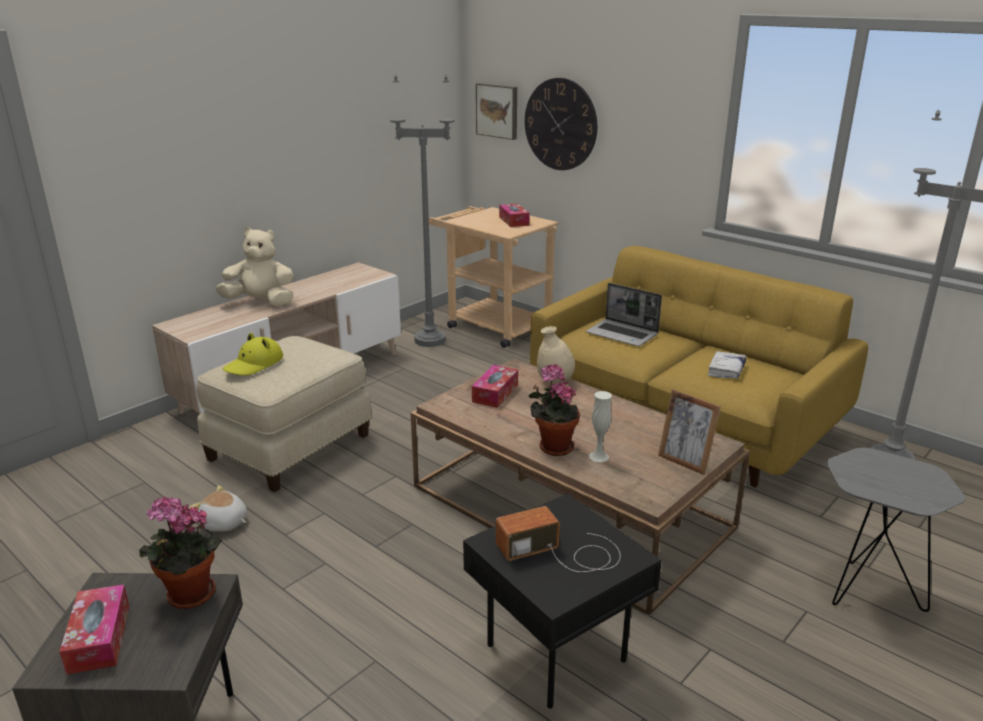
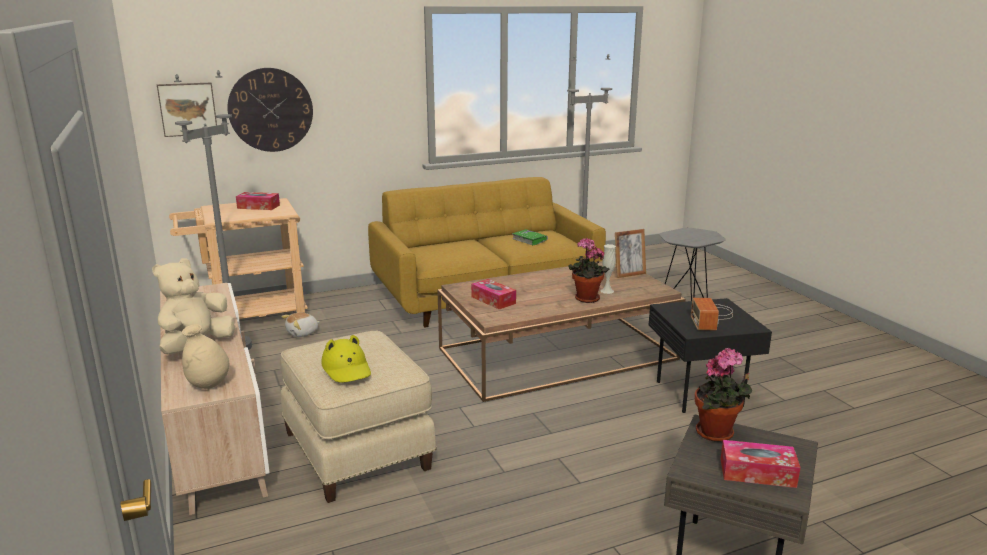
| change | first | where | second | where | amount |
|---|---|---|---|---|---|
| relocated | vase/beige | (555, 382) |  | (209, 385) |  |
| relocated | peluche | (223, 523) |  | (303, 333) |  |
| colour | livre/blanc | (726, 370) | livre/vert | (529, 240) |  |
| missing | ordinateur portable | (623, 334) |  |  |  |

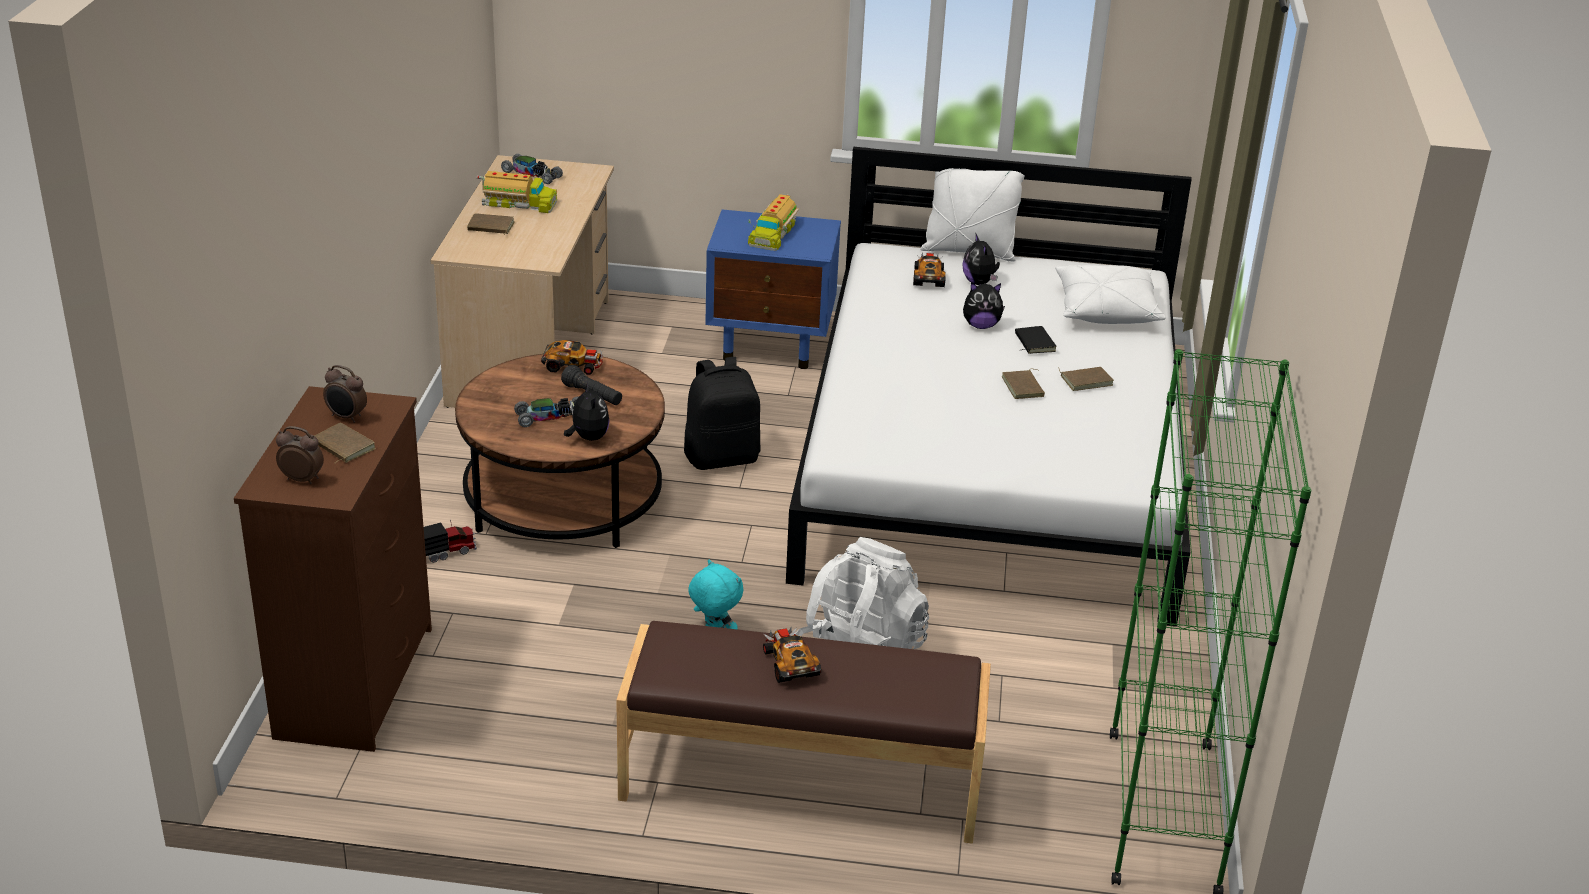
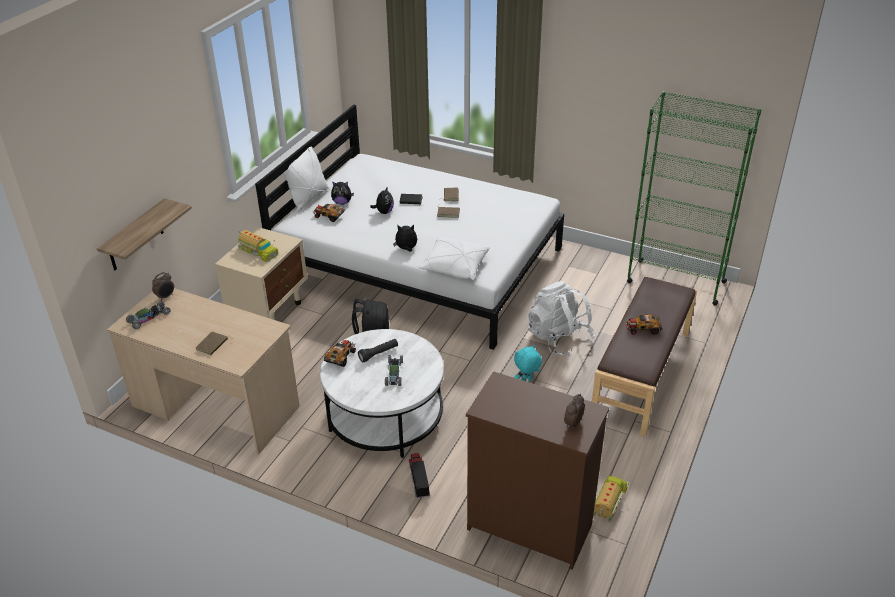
| change | first | where | second | where | amount |
|---|---|---|---|---|---|
| appeared |  |  | étagère | (135, 236) |  |
| relocated | réveil | (346, 417) |  | (166, 297) |  |
| colour | table de chevet/bleu | (772, 345) | table de chevet/beige | (269, 309) |  |
| colour | table basse/marron | (563, 499) | table basse/blanc | (385, 416) |  |
| relocated | peluche | (588, 437) |  | (406, 249) |  |
| relocated | coussin/blanc | (1105, 310) |  | (454, 267) |  |
| relocated | camion jouet | (518, 203) |  | (609, 502) |  |
| missing | livre/marron | (342, 447) |  |  |  |

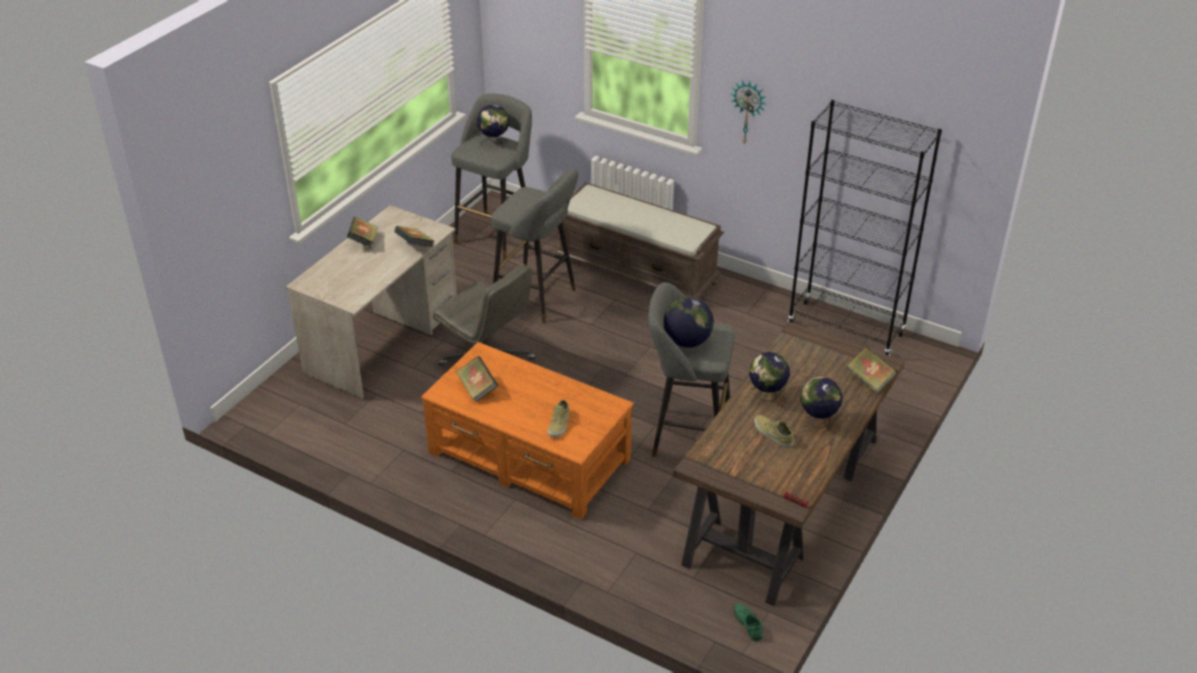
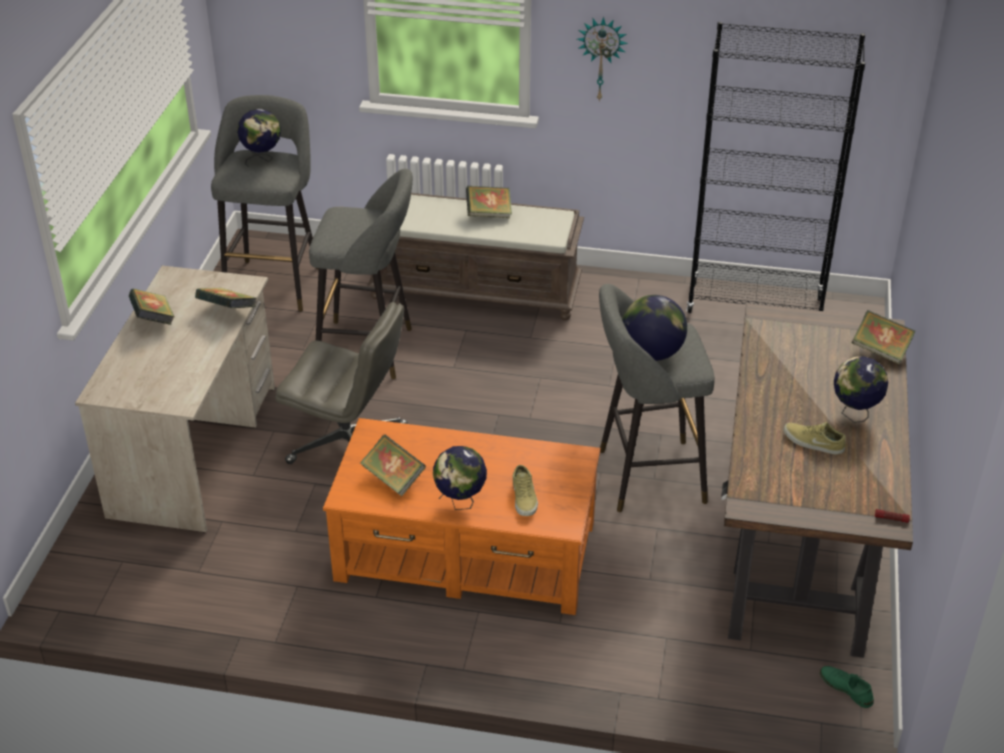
| change | first | where | second | where | amount |
|---|---|---|---|---|---|
| relocated | globe | (766, 396) |  | (460, 503) |  |
| appeared |  |  | livre | (489, 214) |  |

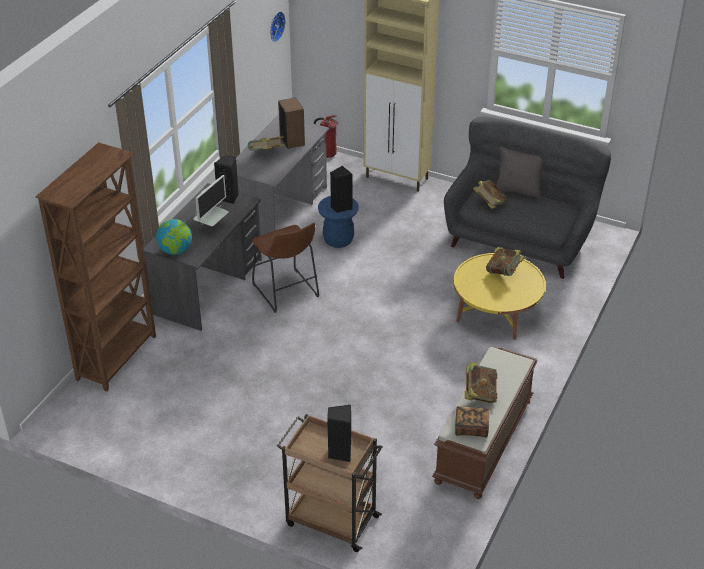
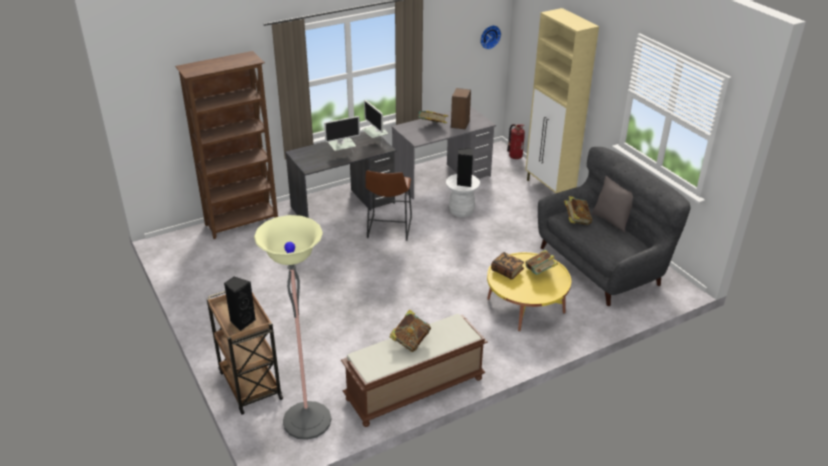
| change | first | where | second | where | amount |
|---|---|---|---|---|---|
| appeared |  |  | lampadaire | (307, 421) |  |
| exchanged | enceinte/noir | (229, 197) | écran d'ordinateur | (376, 142) |  |
| colour | tabouret/bleu | (338, 240) | tabouret/blanc | (461, 211) |  |
| relocated | livre | (471, 428) |  | (507, 271) |  |
| missing | globe | (175, 251) |  |  |  |

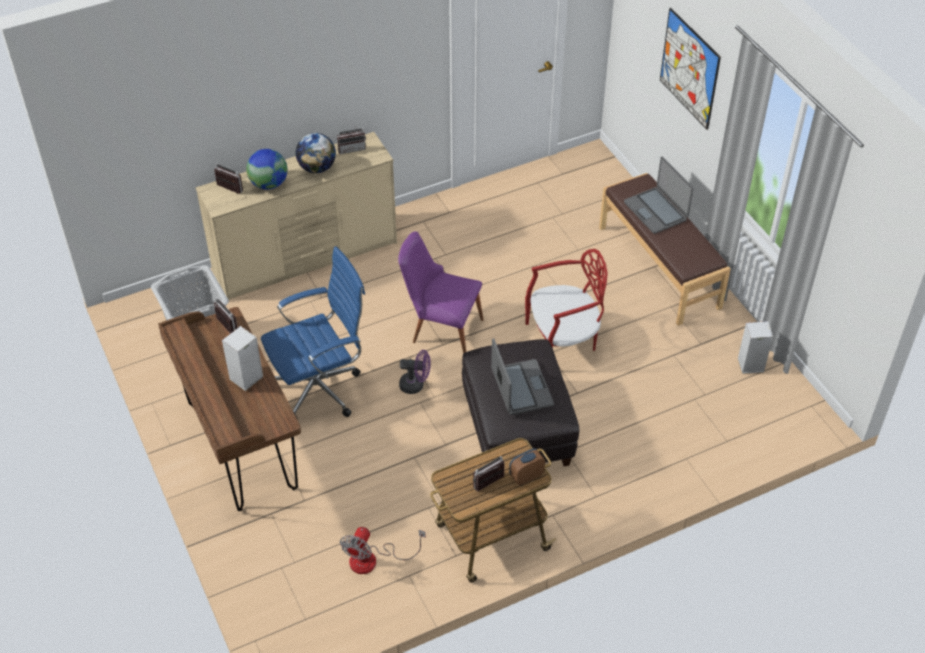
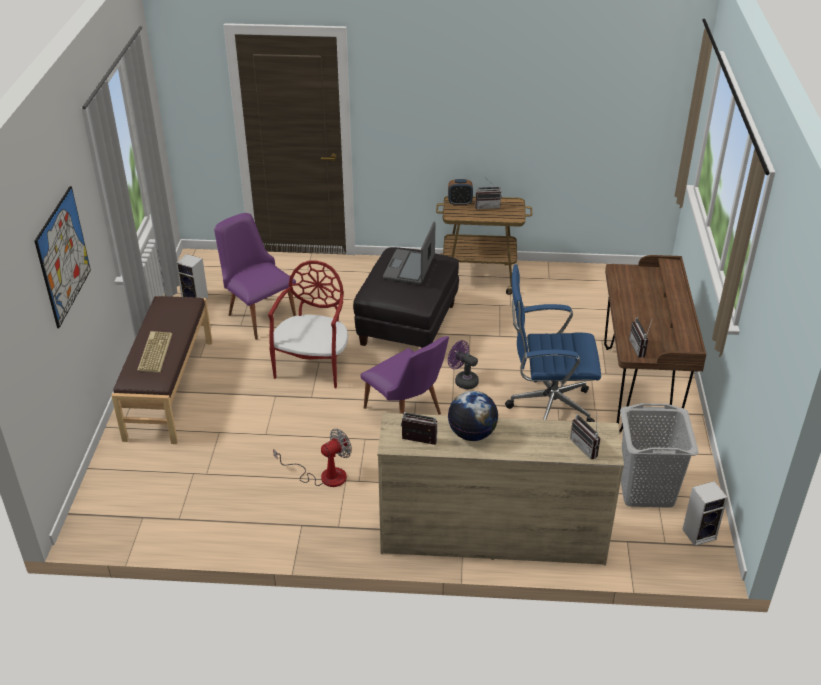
| change | first | where | second | where | amount |
|---|---|---|---|---|---|
| exchanged | ordinateur portable | (656, 211) | clavier | (154, 352) |  |
| appeared |  |  | chaise/violet | (258, 314) |  |
| spun | chaise/rouge | (563, 341) |  | (313, 366) | 90 degrees clockwise |
| relocated | ventilateur | (373, 560) |  | (324, 476) |  |
| relocated | enceinte | (246, 379) |  | (699, 533) |  |
| missing | globe | (269, 184) |  |  |  |

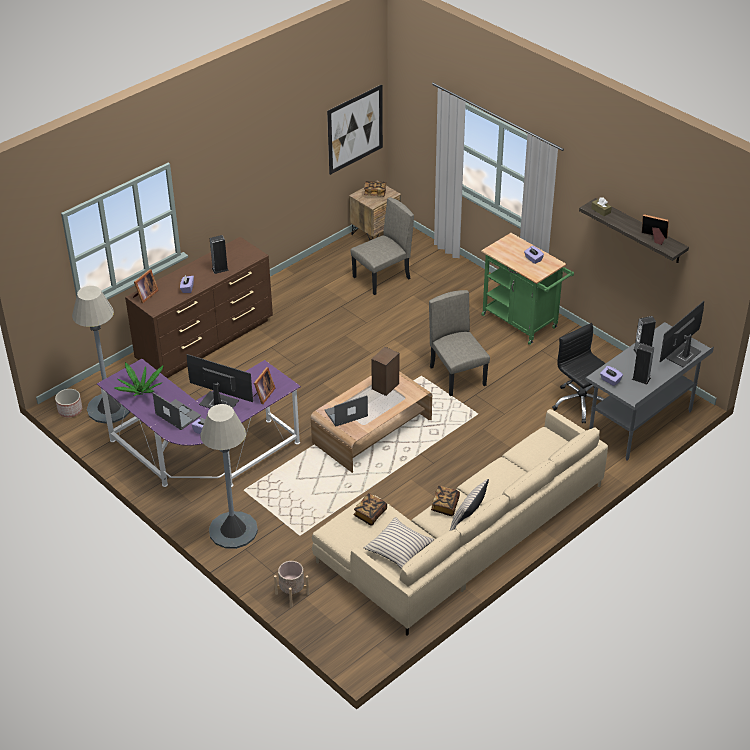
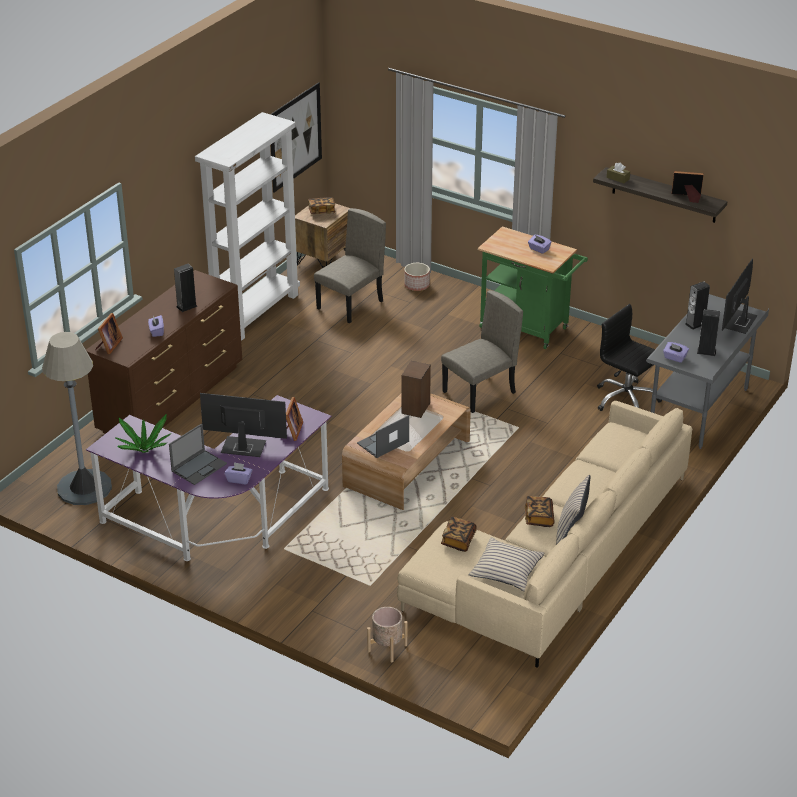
| change | first | where | second | where | amount |
|---|---|---|---|---|---|
| spun | ordinateur portable | (177, 415) |  | (199, 467) | 105 degrees clockwise |
| appeared |  |  | bibliothèque/blanc | (256, 312) |  |
| relocated | cache-pot | (70, 410) |  | (417, 285) |  |
| spun | chaise/beige | (458, 376) |  | (479, 392) | 90 degrees clockwise |
| missing | lampadaire/gris | (233, 530) |  |  |  |

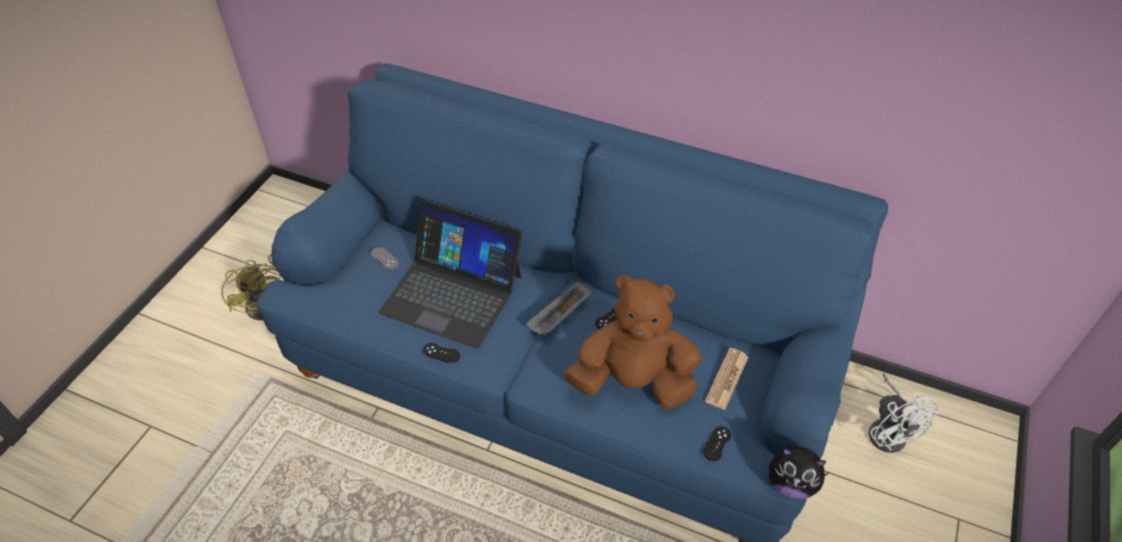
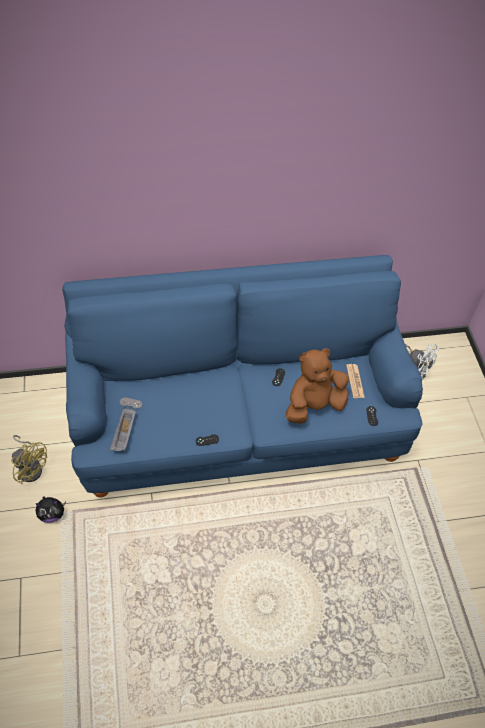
| change | first | where | second | where | amount |
|---|---|---|---|---|---|
| relocated | peluche | (791, 483) |  | (52, 514) |  |
| relocated | plateau/gris | (559, 317) |  | (124, 434) |  |
| missing | ordinateur portable | (452, 293) |  |  |  |

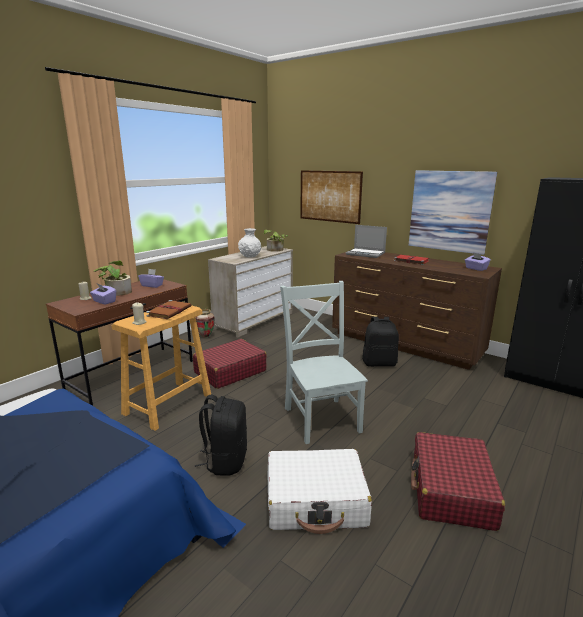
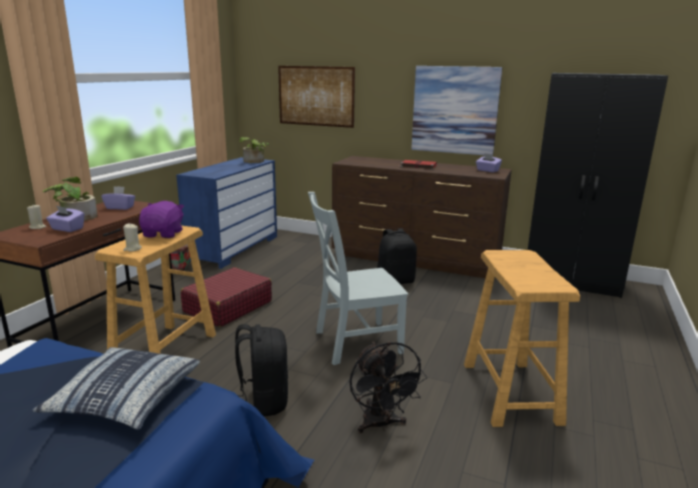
| change | first | where | second | where | amount |
|---|---|---|---|---|---|
| appeared |  |  | coussin | (125, 398) |  |
| exchanged | livre/marron | (170, 311) | peluche/violet | (164, 234) |  |
| colour | commode/beige | (254, 320) | commode/bleu | (233, 248) |  |
| spun | chaise/gris | (321, 417) |  | (354, 342) | 75 degrees counterclockwise |
| exchanged | valise/blanc | (316, 501) | ventilateur/noir | (381, 425) |  |
| exchanged | valise/rouge | (451, 490) | tabouret/beige | (510, 393) |  |
| missing | vase/blanc | (250, 256) |  |  |  |
| missing | ordinateur portable | (366, 254) |  |  |  |

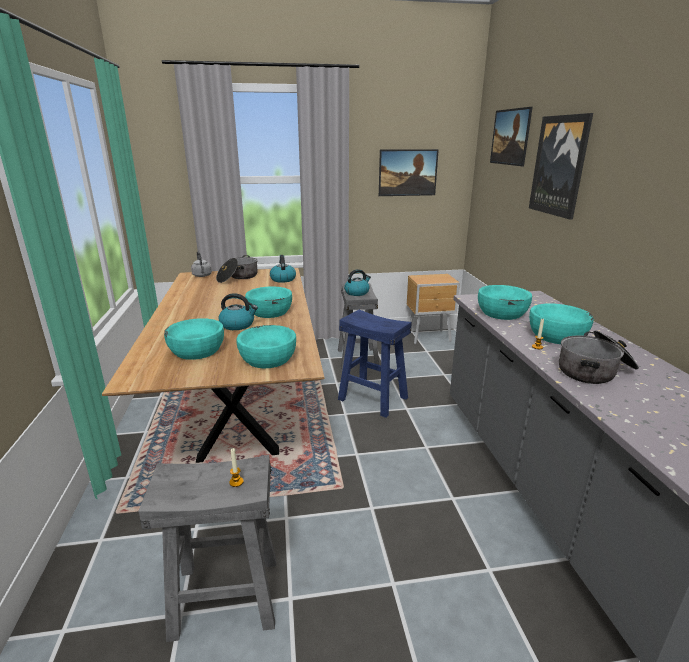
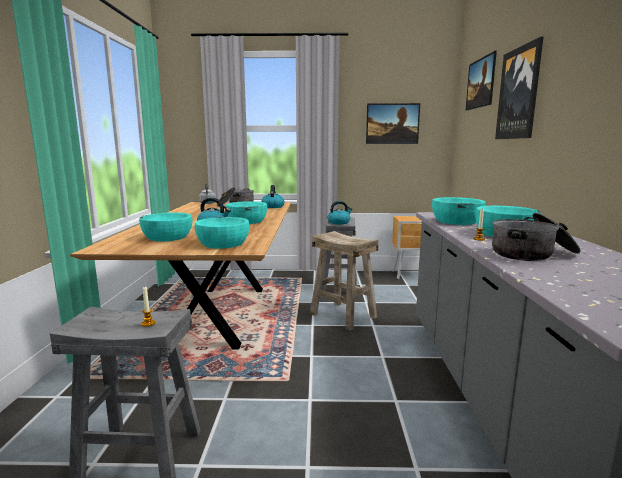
| change | first | where | second | where | amount |
|---|---|---|---|---|---|
| colour | tabouret/bleu | (373, 398) | tabouret/beige | (343, 315) |  |

